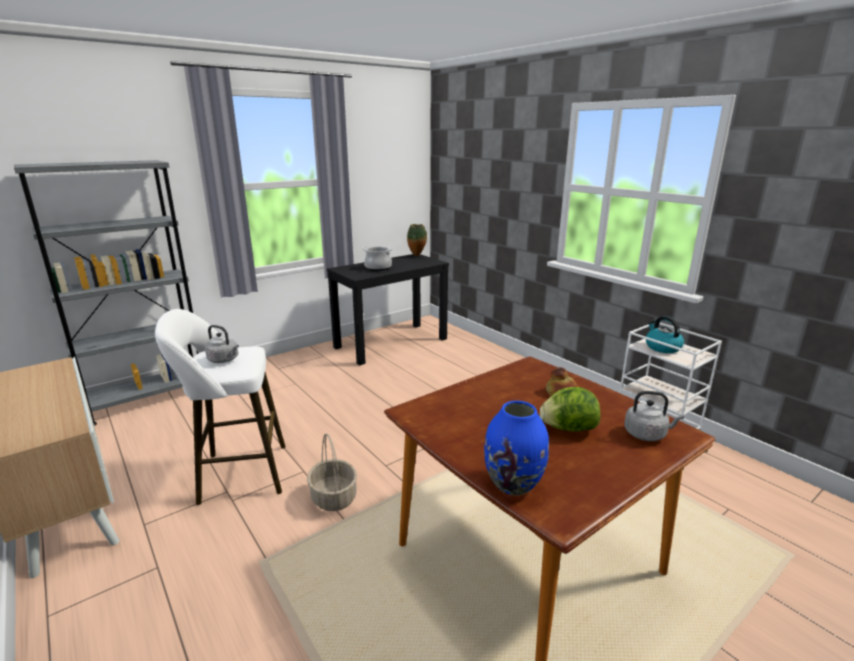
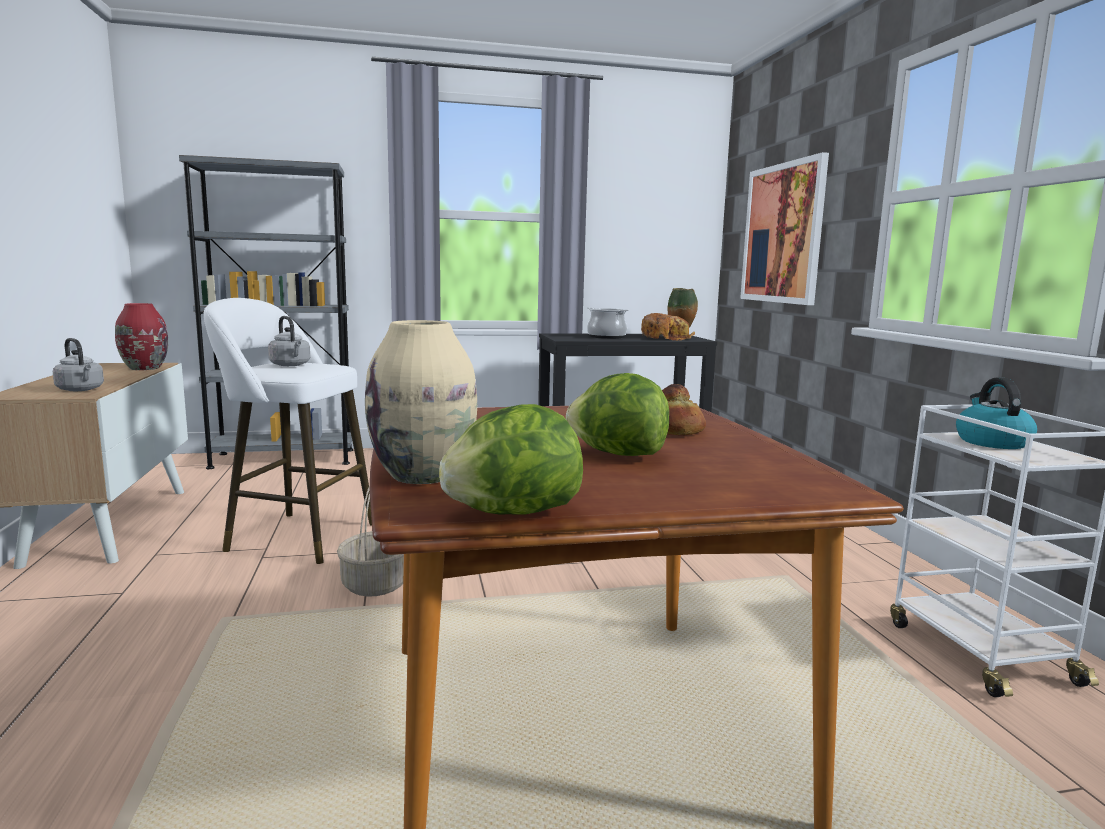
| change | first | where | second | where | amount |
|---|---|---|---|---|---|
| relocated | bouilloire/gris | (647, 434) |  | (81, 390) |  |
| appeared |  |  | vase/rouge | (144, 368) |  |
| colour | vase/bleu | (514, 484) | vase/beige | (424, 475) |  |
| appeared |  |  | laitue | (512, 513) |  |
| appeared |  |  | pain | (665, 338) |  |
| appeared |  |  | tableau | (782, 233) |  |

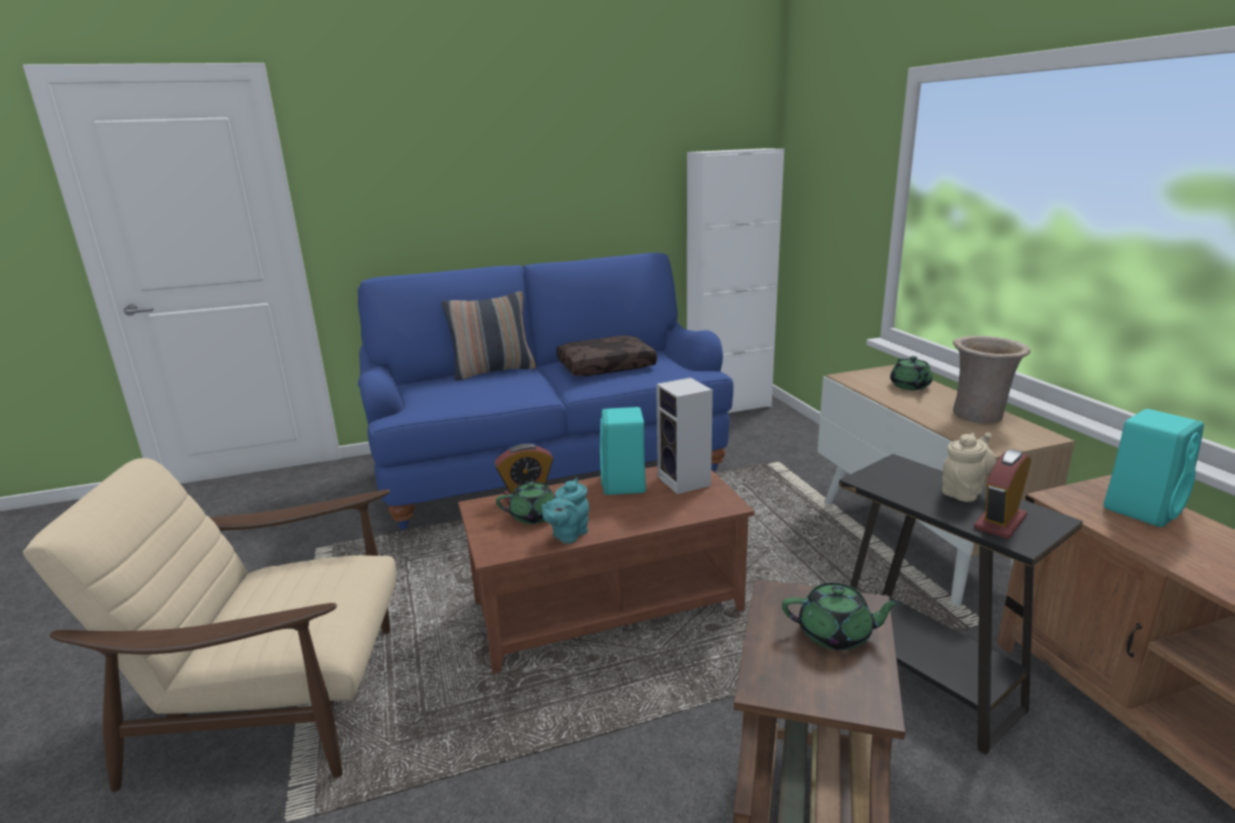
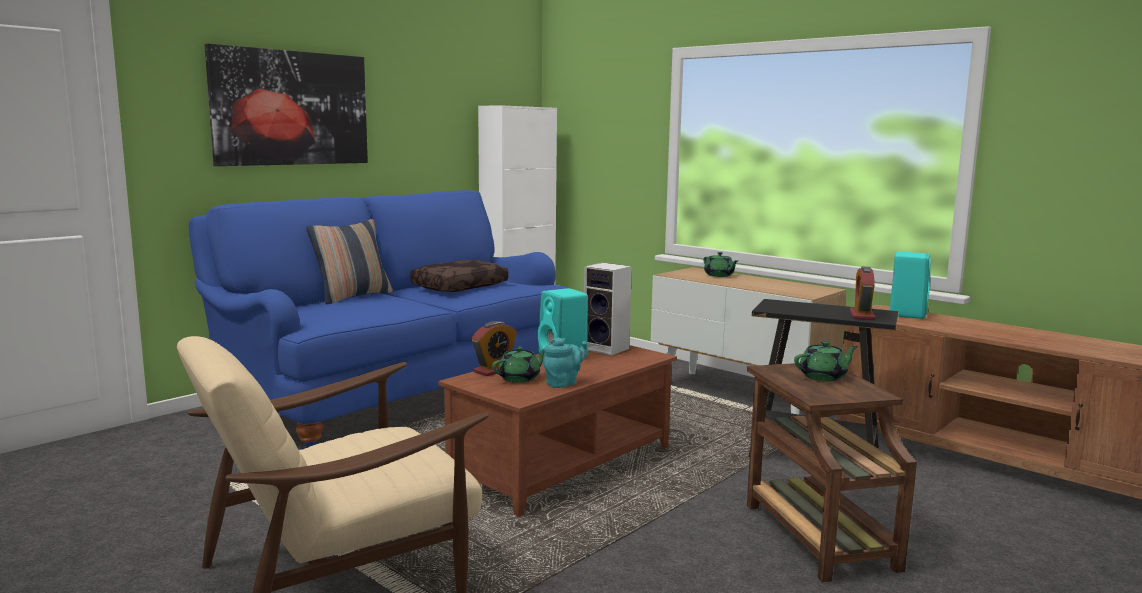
| change | first | where | second | where | amount |
|---|---|---|---|---|---|
| appeared |  |  | tableau | (291, 108) |  |
| spun | théière/turquoise | (568, 535) |  | (563, 383) | 135 degrees counterclockwise |
| missing | théière/beige | (963, 491) |  |  |  |
| missing | vase/beige | (980, 415) |  |  |  |

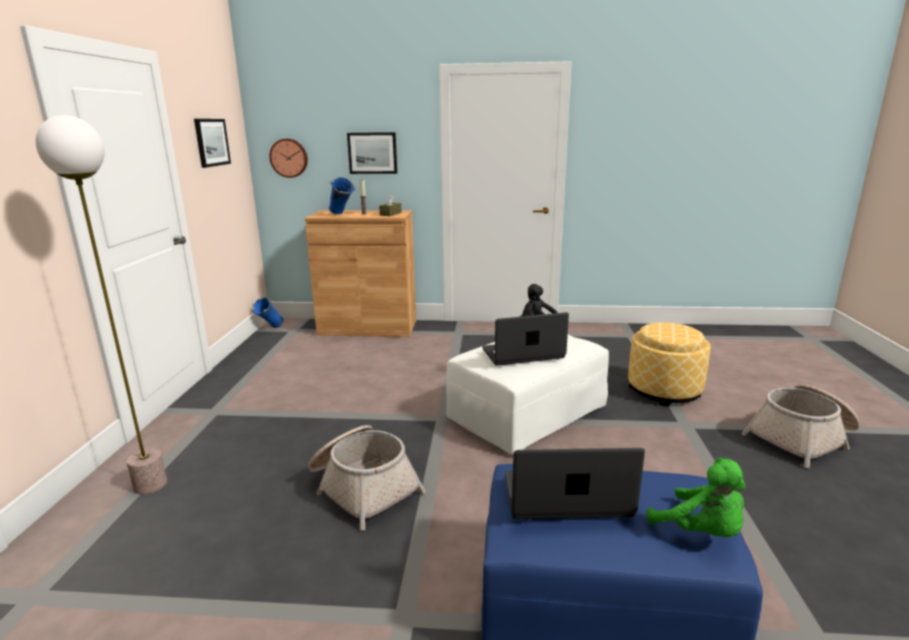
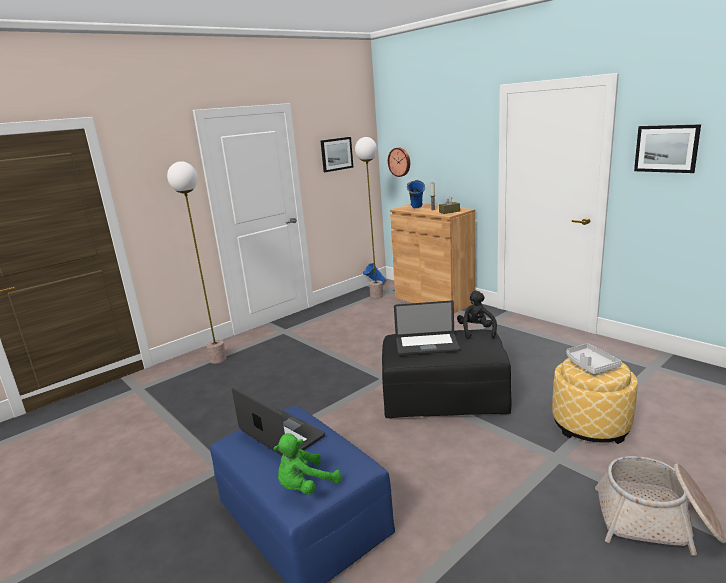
| change | first | where | second | where | amount |
|---|---|---|---|---|---|
| spun | peluche/vert | (701, 531) |  | (305, 486) | 45 degrees clockwise |
| appeared |  |  | lampadaire | (377, 296) |  |
| colour | pouf/blanc | (527, 413) | pouf/noir | (444, 396) |  |
| spun | ordinateur portable | (523, 354) |  | (427, 345) | 150 degrees clockwise |
| appeared |  |  | plateau/gris | (590, 365) |  |
| relocated | tableau | (372, 153) |  | (666, 148) |  |
| missing | panier | (363, 487) |  |  |  |

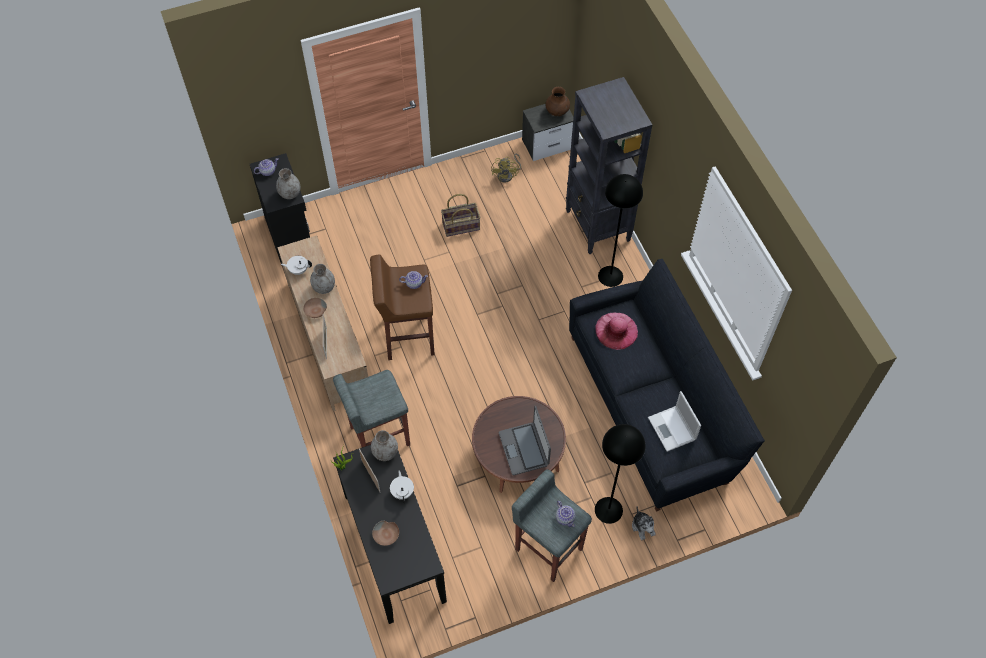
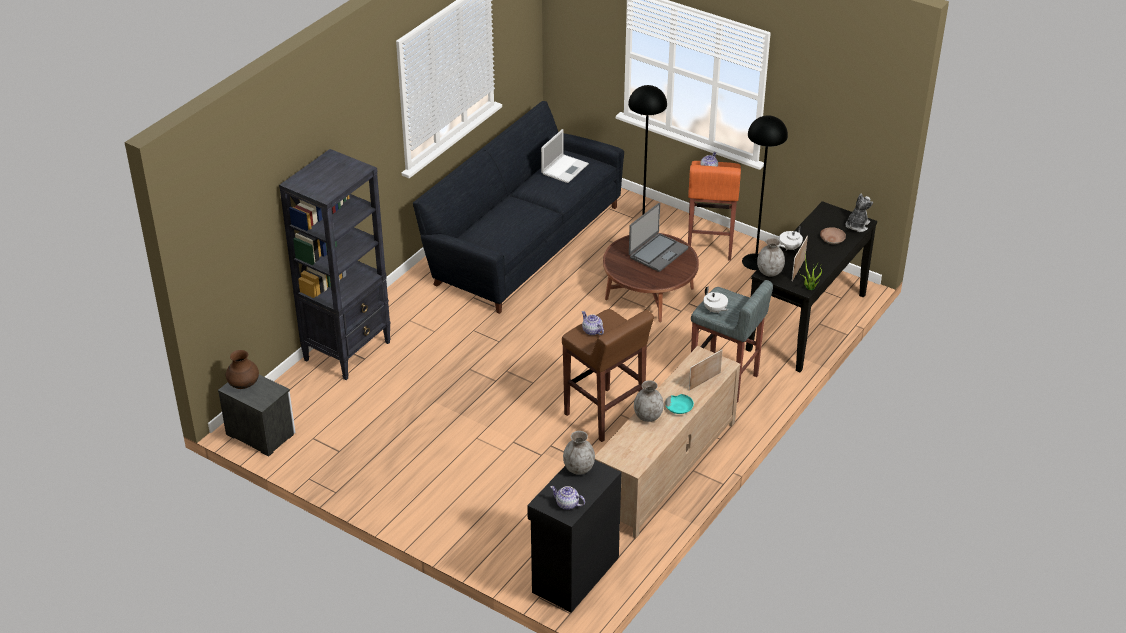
| change | first | where | second | where | amount |
|---|---|---|---|---|---|
| colour | bol/marron | (315, 310) | bol/turquoise | (679, 408) |  |
| colour | tabouret/gris | (548, 548) | tabouret/orange | (709, 245) |  |
| relocated | théière/blanc | (298, 270) |  | (715, 310) |  |
| relocated | lampadaire/noir | (610, 276) |  | (755, 261) |  |
| relocated | peluche | (643, 527) |  | (857, 225) |  |
| missing | panier | (461, 225) |  |  |  |
| missing | ventilateur/jaune | (507, 175) |  |  |  |
| missing | chapeau/rose | (616, 330) |  |  |  |

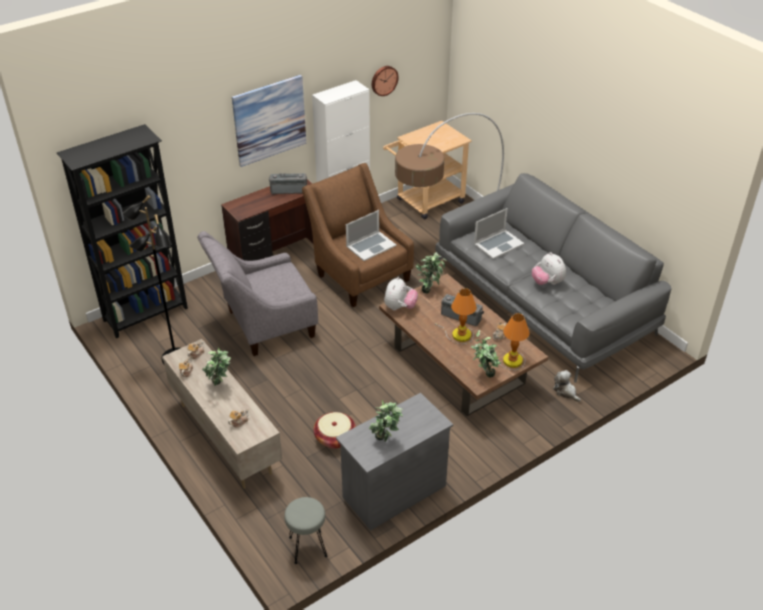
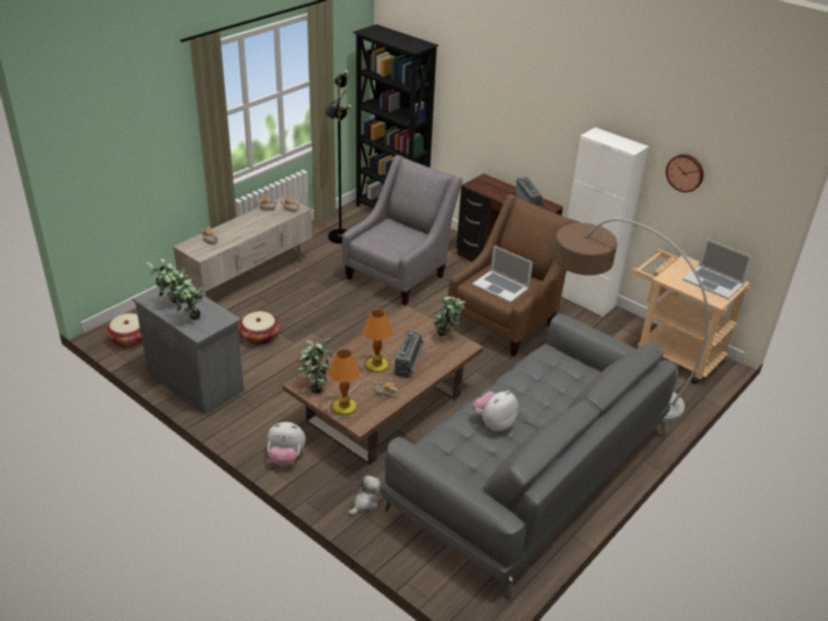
| change | first | where | second | where | amount |
|---|---|---|---|---|---|
| exchanged | tabouret/gris | (307, 547) | panier | (129, 339) |  |
| relocated | plante en pot | (220, 385) |  | (190, 320) |  |
| relocated | peluche | (400, 307) |  | (286, 458) |  |
| spun | fauteuil/gris | (264, 326) |  | (399, 274) | 75 degrees clockwise |
| relocated | ordinateur portable | (498, 244) |  | (713, 282) |  |
| missing | tableau | (269, 120) |  |  |  |

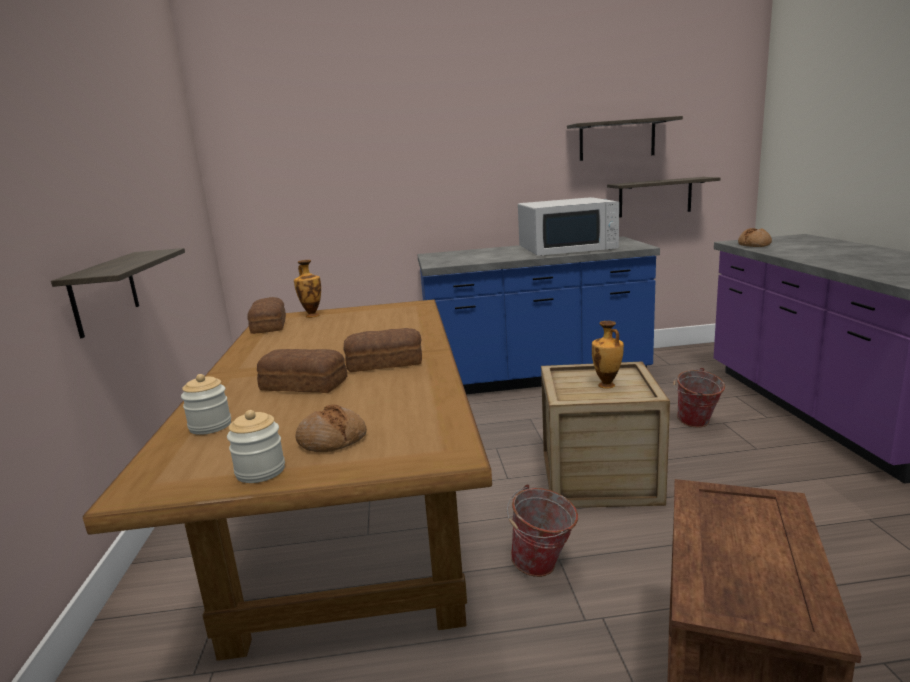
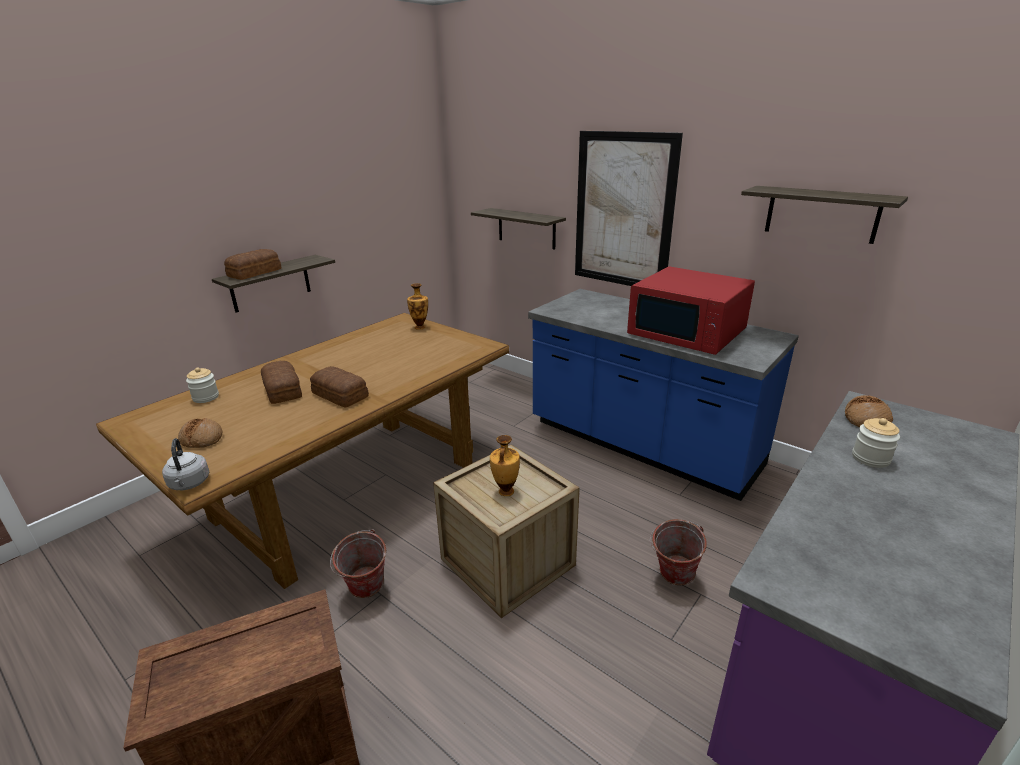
| change | first | where | second | where | amount |
|---|---|---|---|---|---|
| appeared |  |  | bouilloire/gris | (189, 484) |  |
| relocated | pain | (270, 325) |  | (256, 273) |  |
| relocated | étagère | (655, 197) |  | (526, 228) |  |
| appeared |  |  | tableau | (623, 211) |  |
| colour | micro-ondes/blanc | (567, 248) | micro-ondes/rouge | (687, 332) |  |
| relocated | bocal | (260, 471) |  | (870, 458) |  |

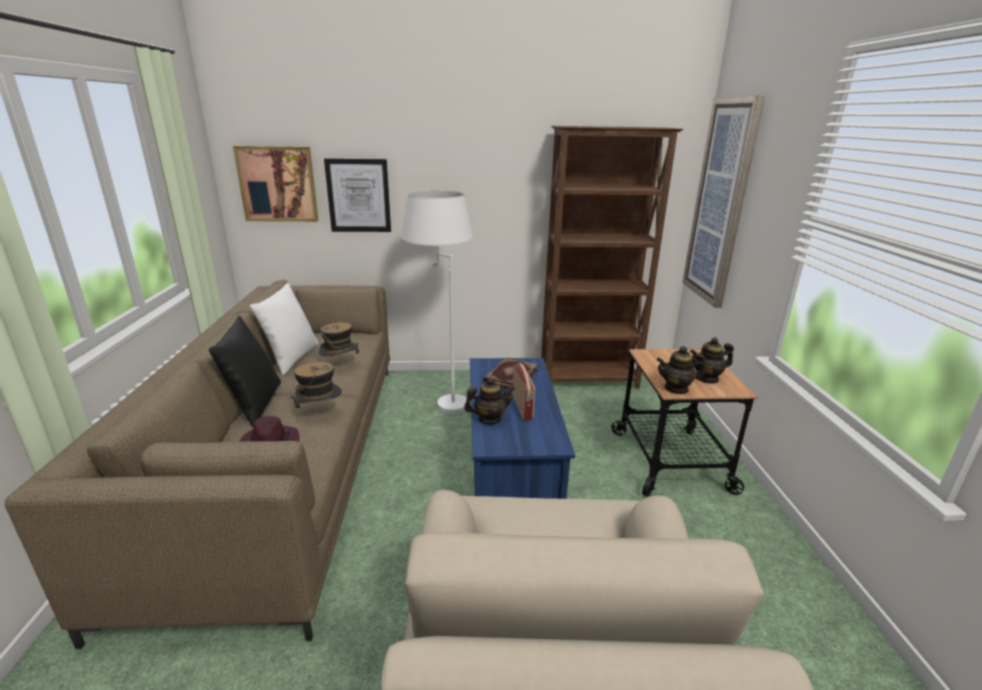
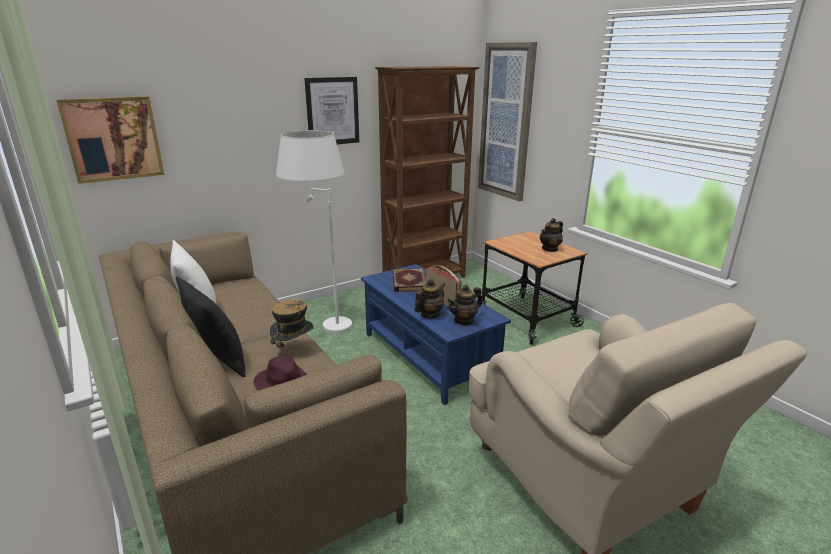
| change | first | where | second | where | amount |
|---|---|---|---|---|---|
| relocated | tableau | (358, 195) |  | (332, 111) |  |
| relocated | théière | (676, 388) |  | (464, 320) |  |
| missing | chapeau | (340, 366) |  |  |  |

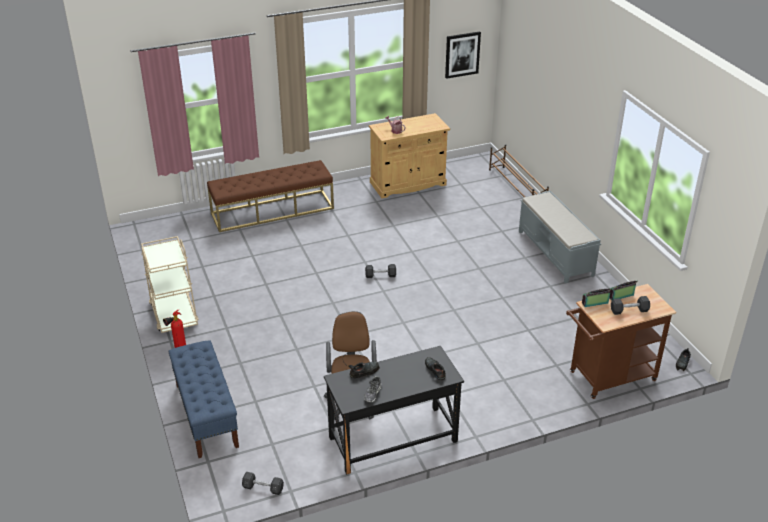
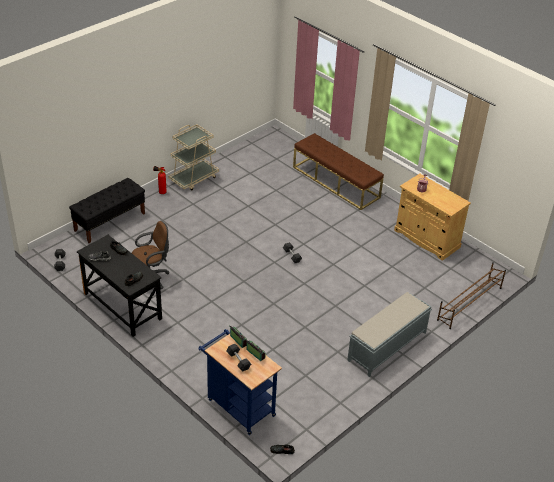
| change | first | where | second | where | amount |
|---|---|---|---|---|---|
| colour | banc/bleu | (206, 415) | banc/noir | (110, 222) |  |
| colour | chariot/marron | (608, 378) | chariot/bleu | (238, 405) |  |
| missing | tableau | (462, 54) |  |  |  |

